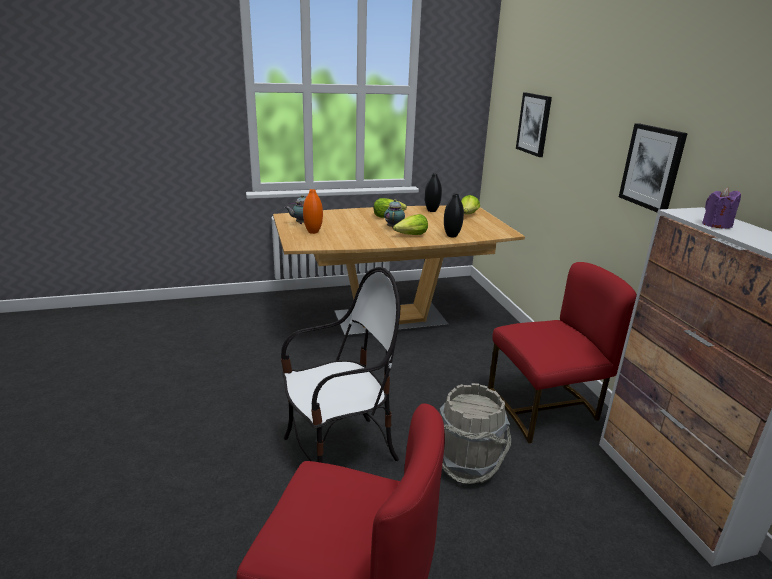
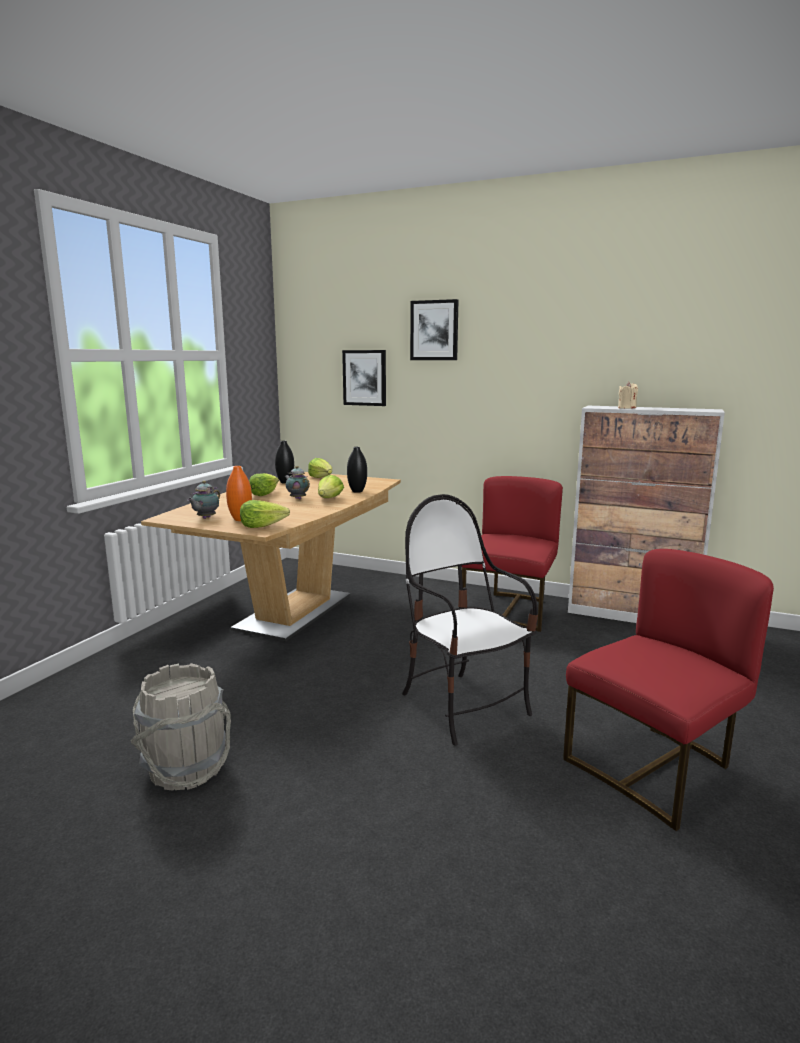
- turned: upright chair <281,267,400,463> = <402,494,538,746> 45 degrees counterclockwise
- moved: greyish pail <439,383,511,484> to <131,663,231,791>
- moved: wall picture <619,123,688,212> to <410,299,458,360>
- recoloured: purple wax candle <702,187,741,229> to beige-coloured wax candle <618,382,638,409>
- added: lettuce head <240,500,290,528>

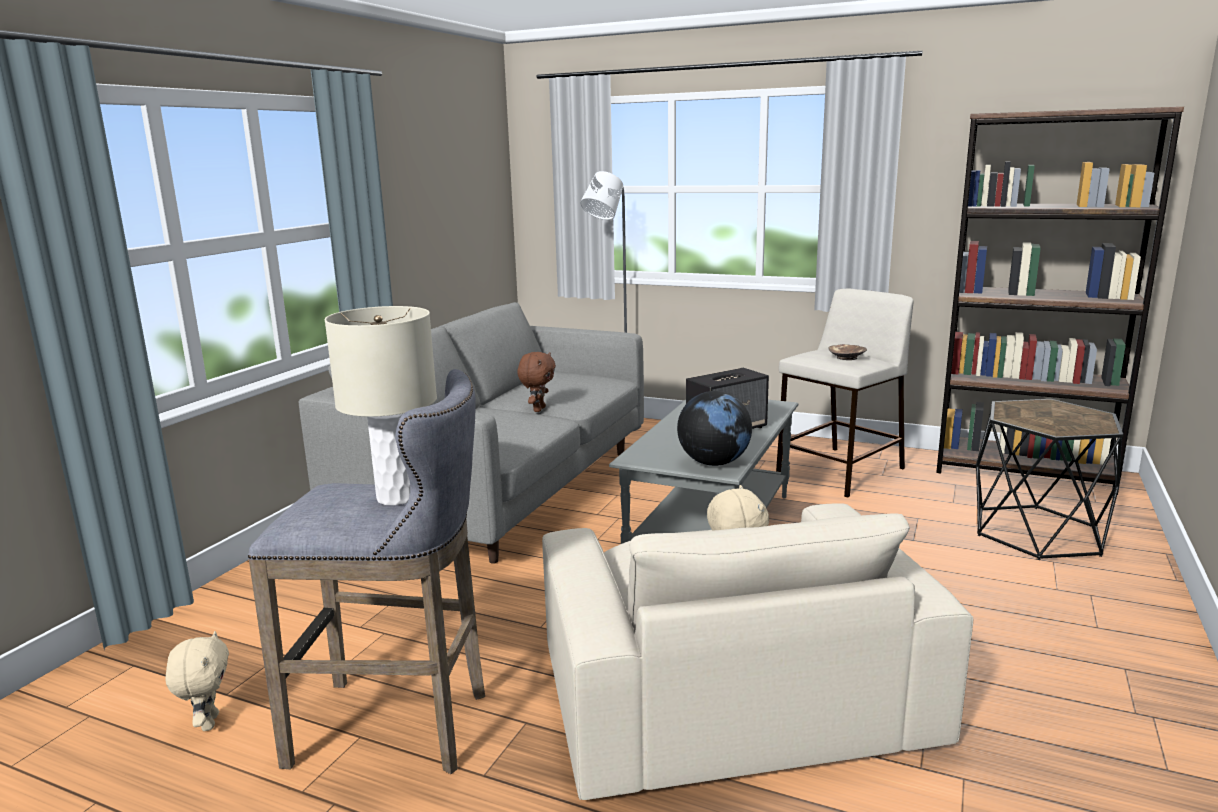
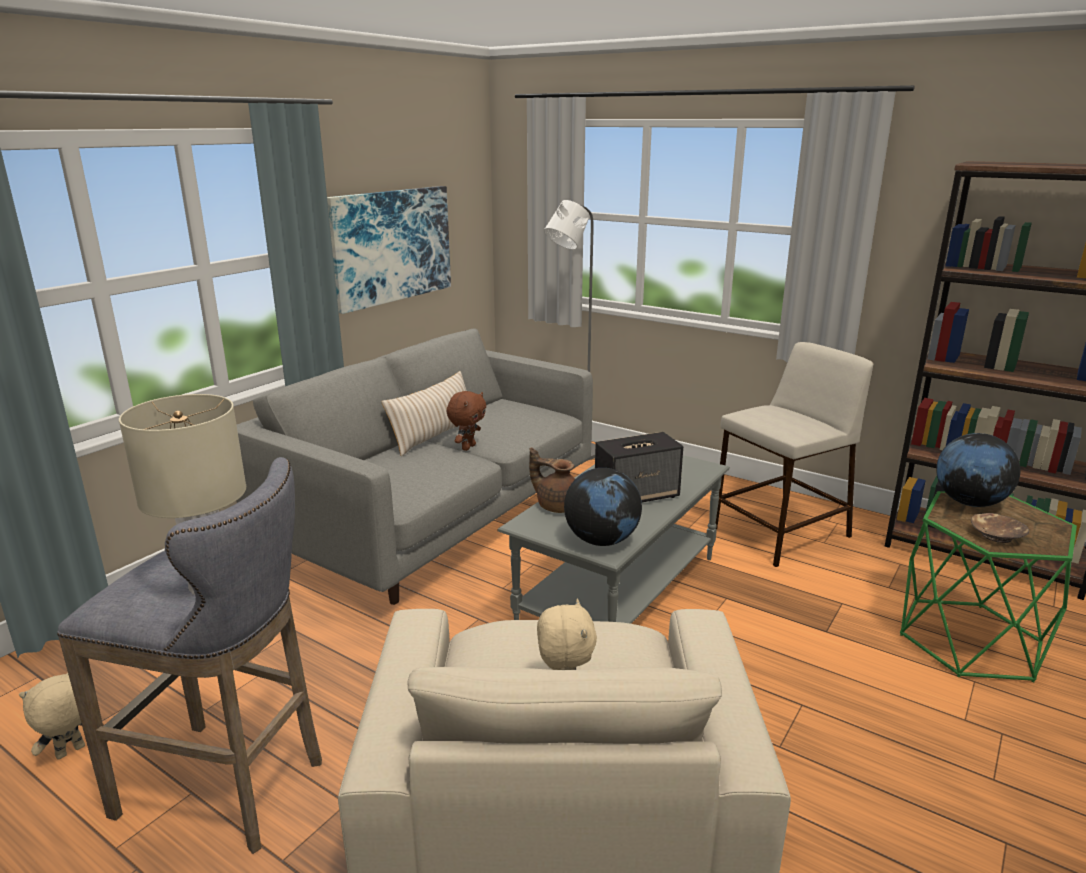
- turned: beige-coloured cuddly toy <165,631,229,731> = <19,673,85,760> 135 degrees counterclockwise
- moved: brownish serving bowl <828,344,867,360> to <971,513,1029,543>
- recoloured: blackish accent table <976,399,1123,560> to green-coloured accent table <900,491,1077,682>
- added: wall picture <327,186,451,314>
- added: beige-coloured throw pillow <381,371,467,456>
- added: brownish teapot <529,447,575,513>
- added: globe <936,433,1020,507>

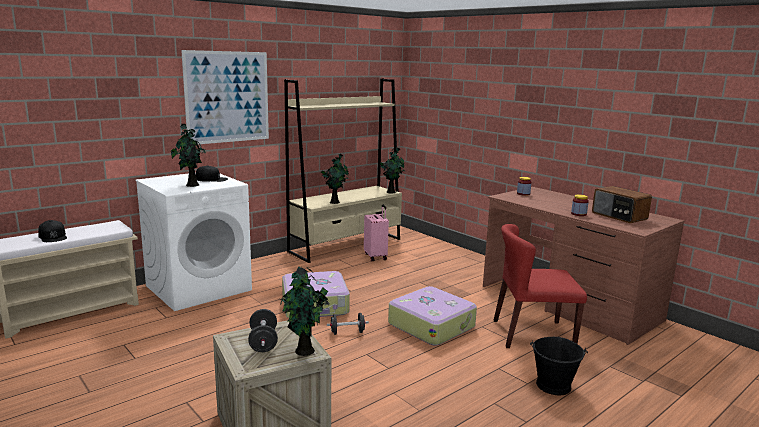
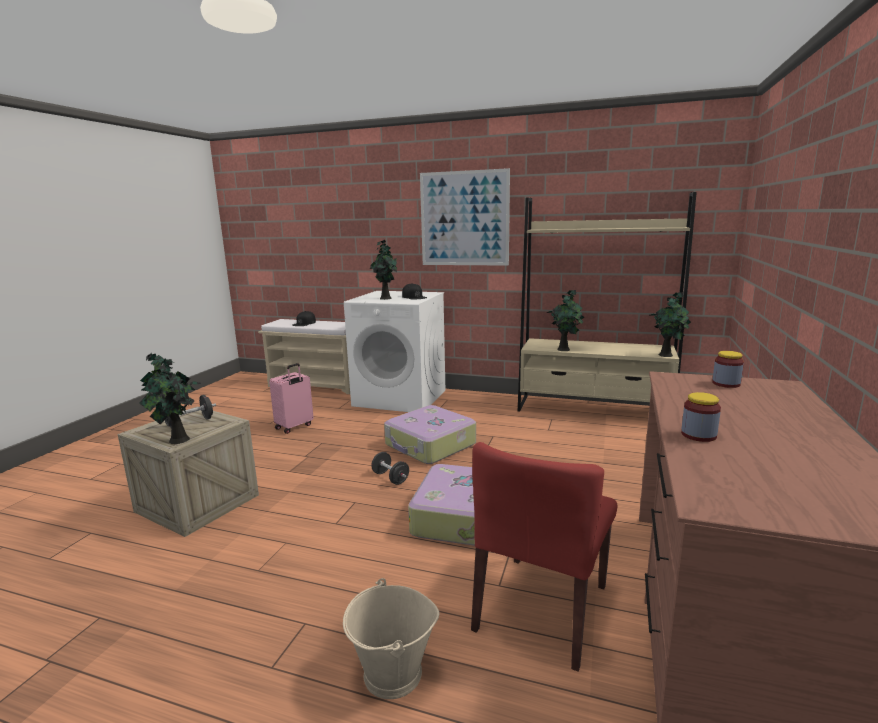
- moved: pinkish piece of luggage <364,205,389,261> to <269,363,314,434>
- turned: red-coloured upright chair <494,224,587,348> = <471,442,617,672> 120 degrees counterclockwise
- recoloured: blackish pail <530,337,588,395> to beige-coloured pail <343,578,439,699>
- removed: radio receiver <592,186,652,223>

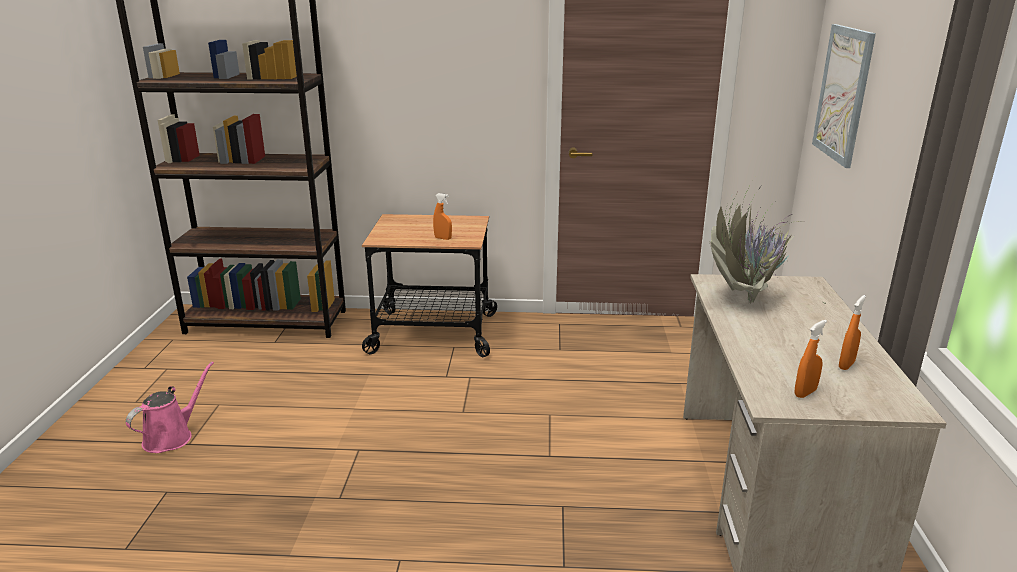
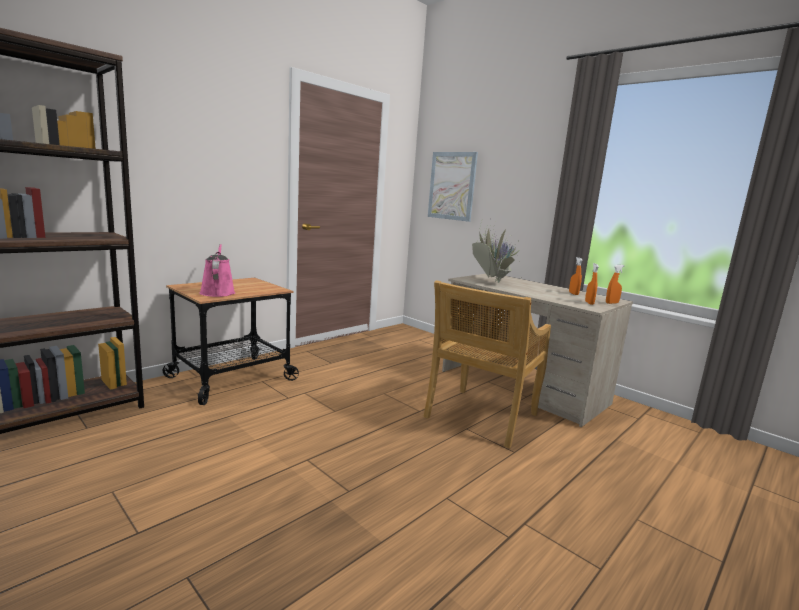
- moved: pinkish watering pot <126,361,214,453> to <199,244,235,297>
- moved: orange sprayer <433,193,452,240> to <606,265,625,304>
- added: beige-coloured upright chair <423,280,551,448>

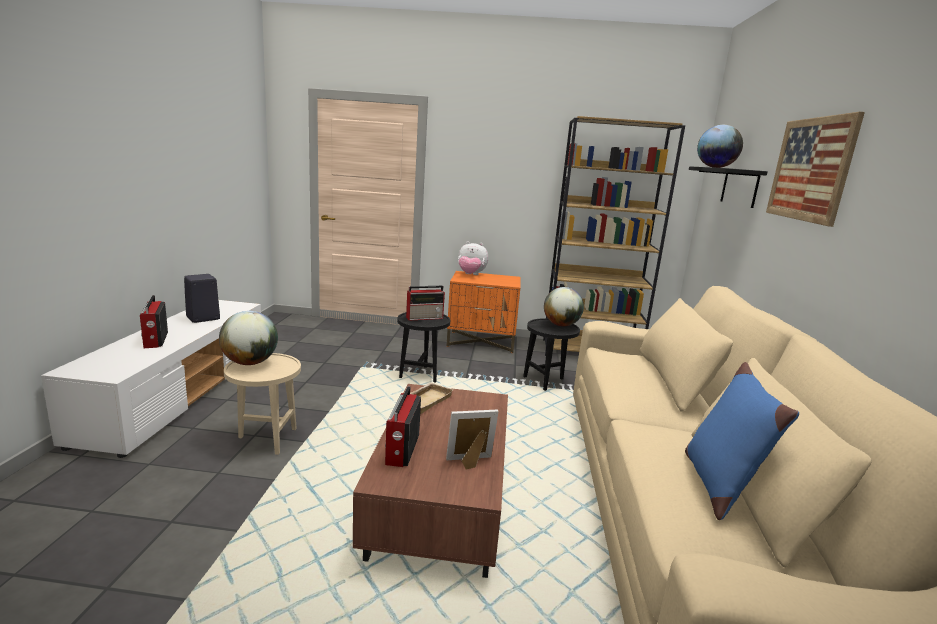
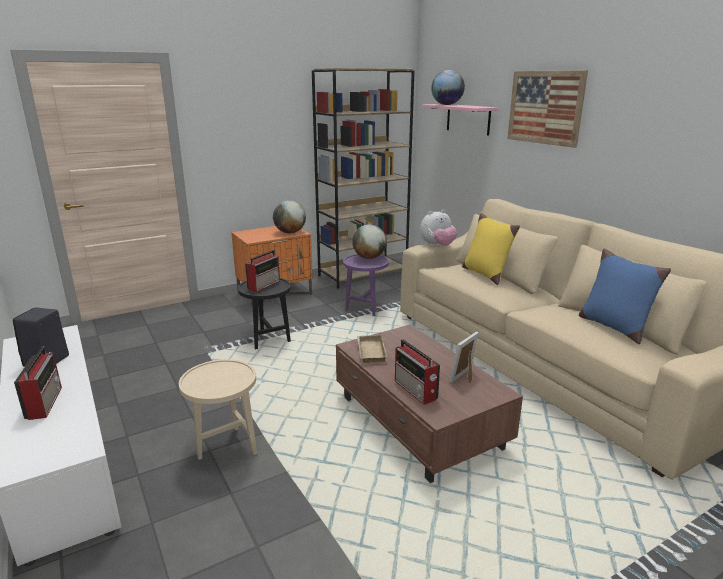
- turned: radio receiver <140,295,168,348> = <14,346,62,420> 135 degrees counterclockwise
- moved: globe <219,311,278,365> to <273,200,306,233>
- moved: cuddly toy <458,241,488,275> to <420,210,457,246>
- recoloured: blackish accent table <523,318,580,391> to purple accent table <343,254,389,316>
- recoloured: blackish shelf <689,166,768,208> to pinkish shelf <421,104,499,135>
- added: yellow throw pillow <462,213,520,285>

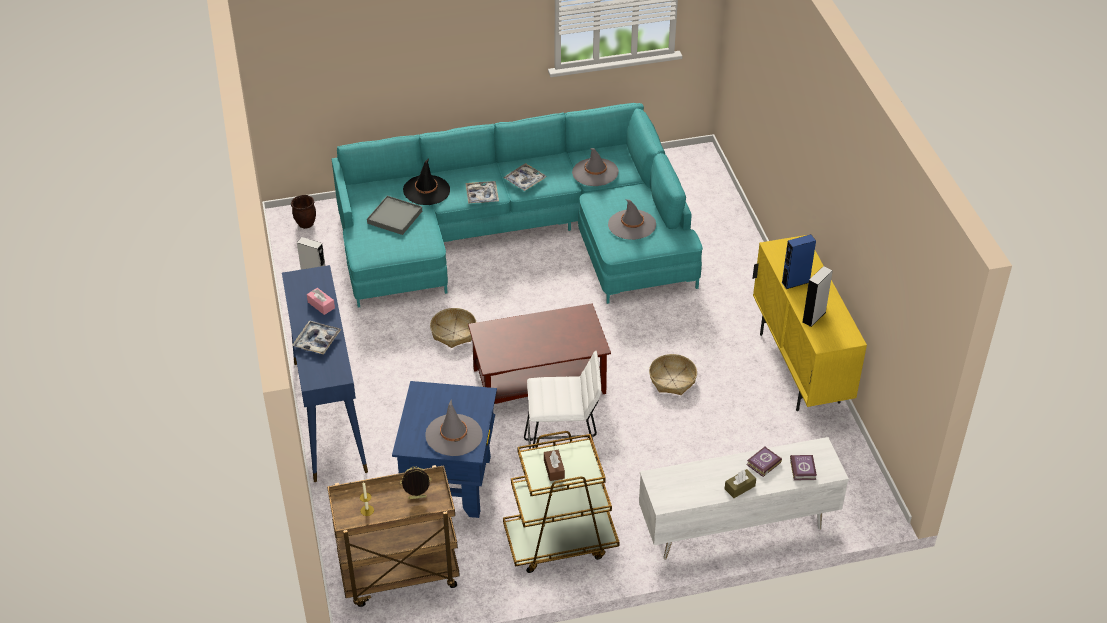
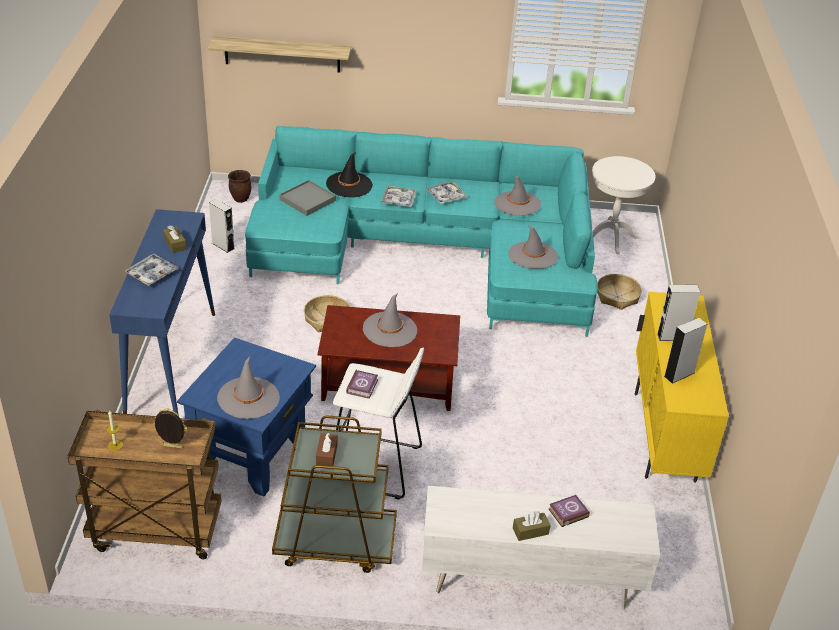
- recoloured: pinkish box of tissues <307,288,335,315> to brownish box of tissues <163,225,186,253>
- moved: household basket <649,354,697,395> to <597,274,642,310>
- recoloured: blue-coloured speaker <781,234,816,289> to greyish speaker <657,285,700,341>
- moved: book <790,455,817,481> to <346,370,378,399>
- added: shelf <208,36,351,73>
- added: greyish wearable hat <363,293,417,347>
- added: white accent table <592,156,655,254>

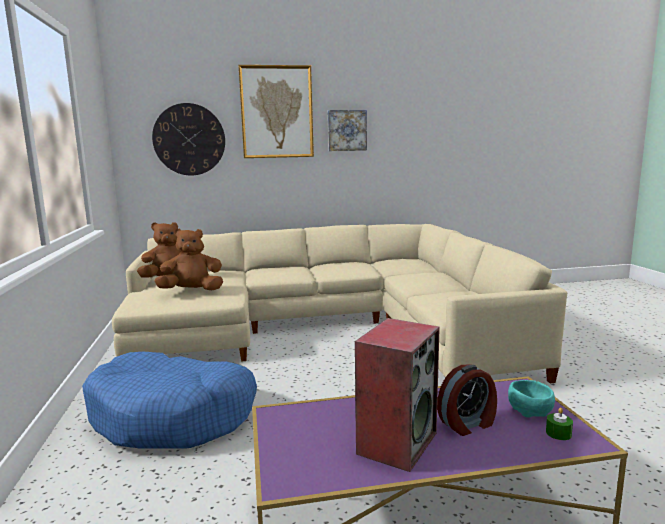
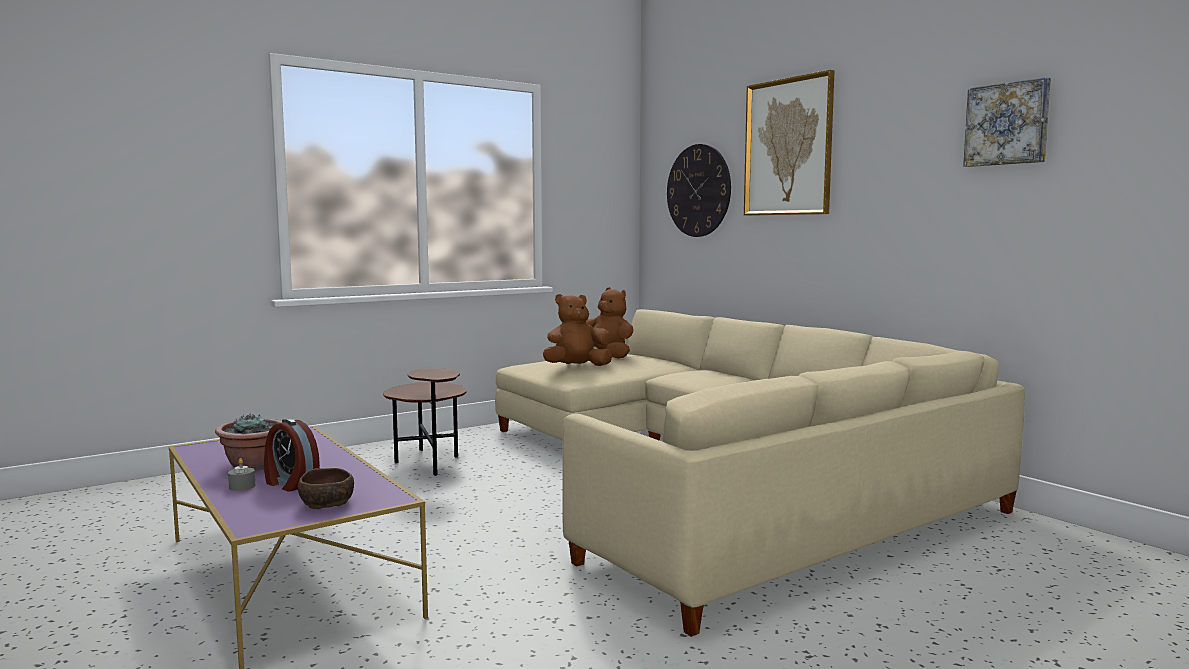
- replaced: blue-coloured dog cushion <82,352,257,449> to brownish accent table <383,369,467,476>
- turned: brownish cuddly toy <154,229,223,290> = <543,294,612,366> 75 degrees counterclockwise
- moved: wall picture <328,110,367,151> to <963,77,1051,167>
- replaced: speaker <355,318,440,472> to houseplant <215,413,282,471>
- recoloured: turquoise-coloured serving bowl <508,380,555,417> to brownish serving bowl <298,468,354,509>
- removed: green-coloured wax candle <546,408,573,440>
- added: greyish wax candle <228,458,255,491>

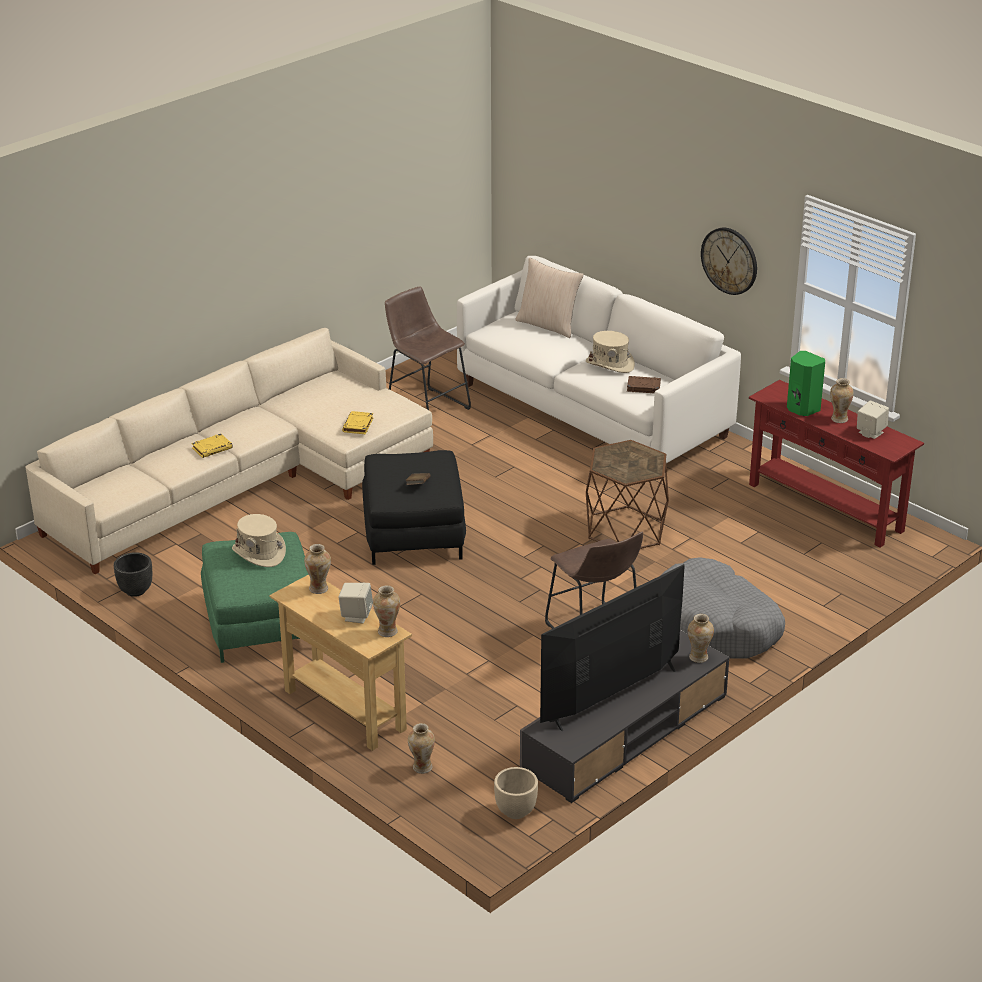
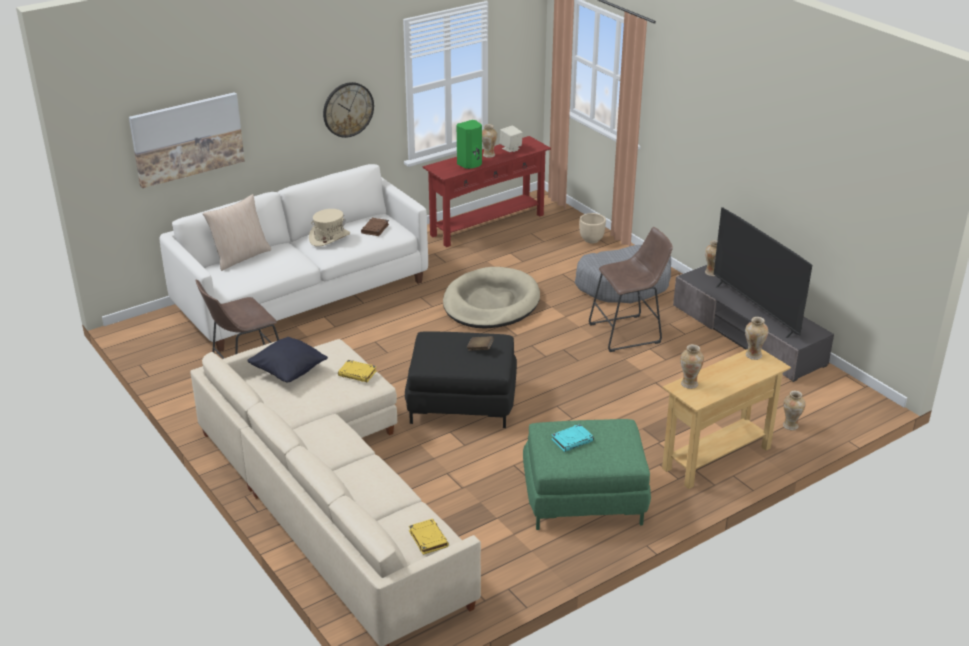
- removed: blackish planter <114,552,152,597>
- moved: yellow book <191,434,233,458> to <409,519,449,555>
- replaced: beige-coloured wearable hat <232,514,286,567> to turquoise-coloured book <551,424,594,452>
- removed: beige-coloured speaker <338,583,373,623>
- moved: beige-coloured planter <494,767,538,819> to <579,213,606,244>
- replaced: brownish accent table <586,440,669,549> to beige-coloured dog cushion <443,267,540,328>
- added: wall picture <129,92,245,188>
- added: blackish throw pillow <247,337,328,383>

